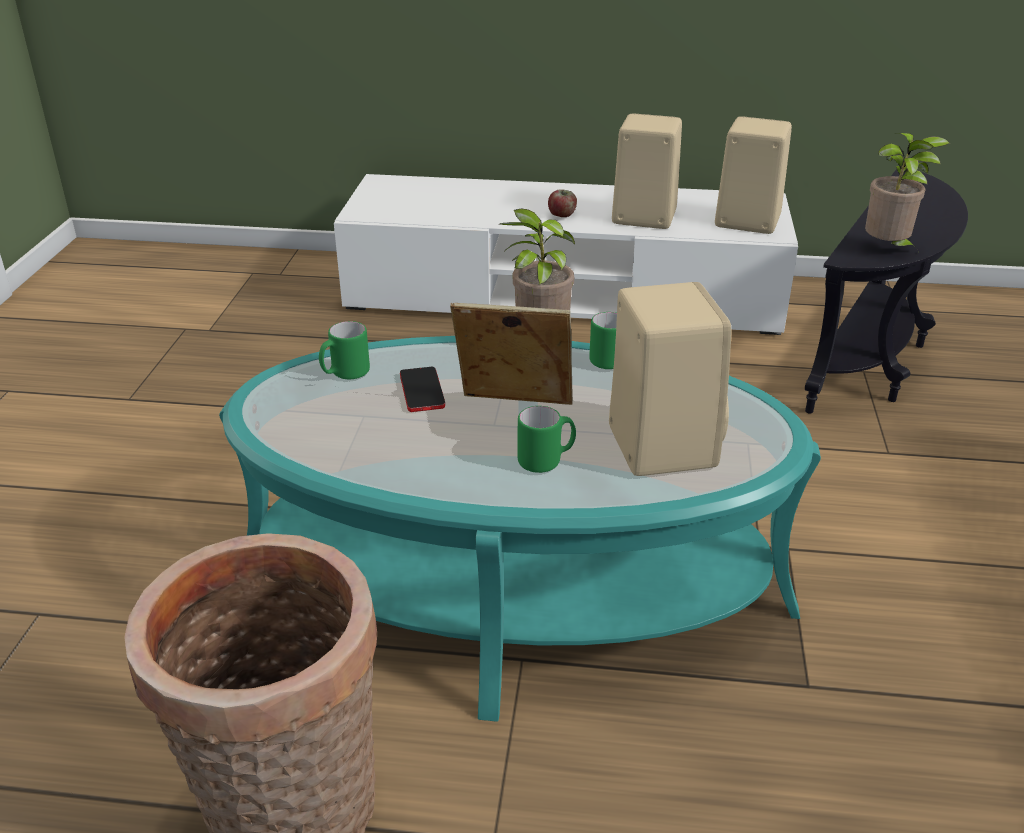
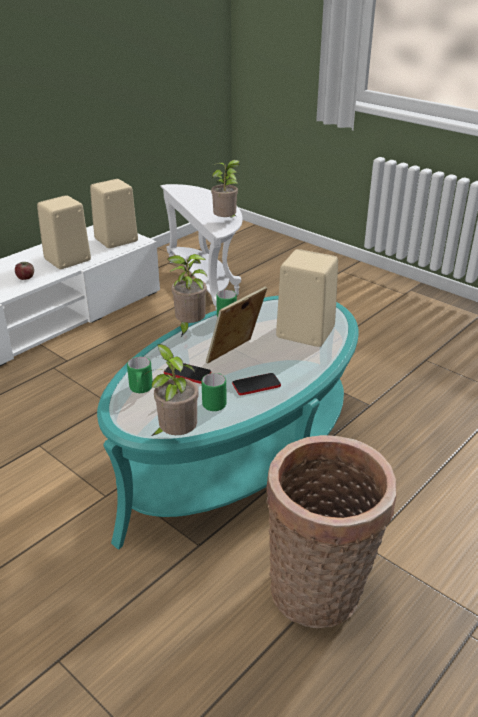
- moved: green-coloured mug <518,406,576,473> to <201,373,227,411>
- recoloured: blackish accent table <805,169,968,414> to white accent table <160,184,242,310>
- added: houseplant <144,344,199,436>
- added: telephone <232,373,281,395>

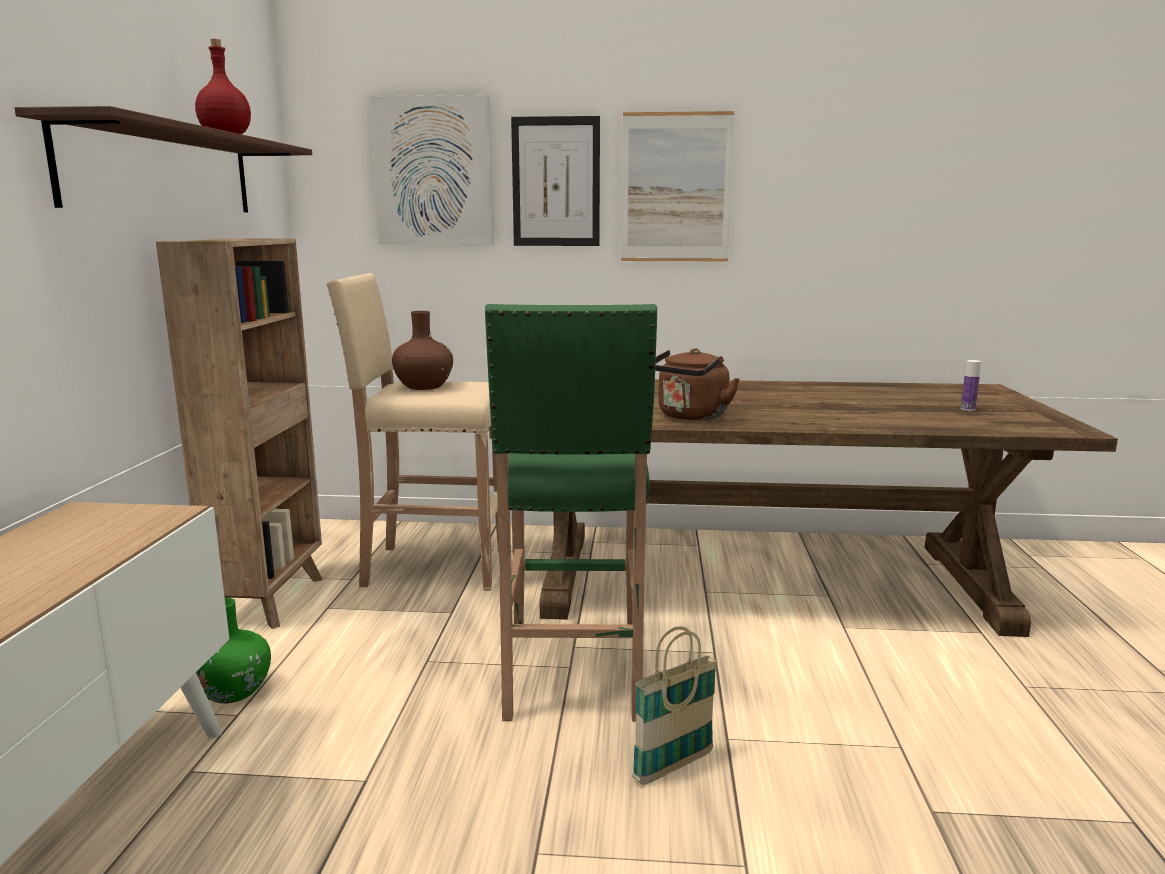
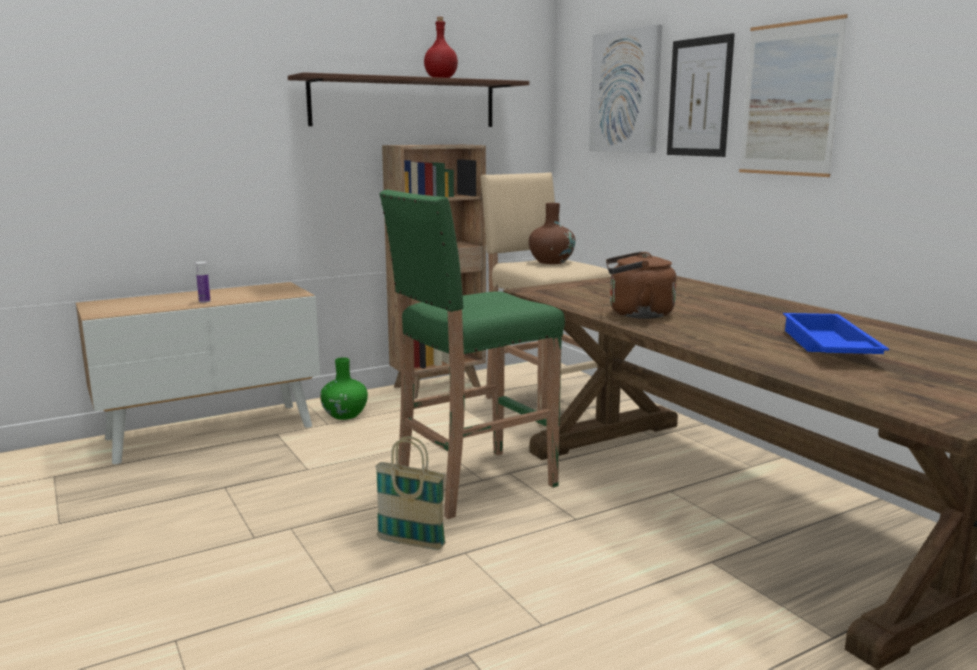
- moved: drink bottle <961,360,981,411> to <196,262,211,303>
- added: blue-coloured tray <783,313,889,354>

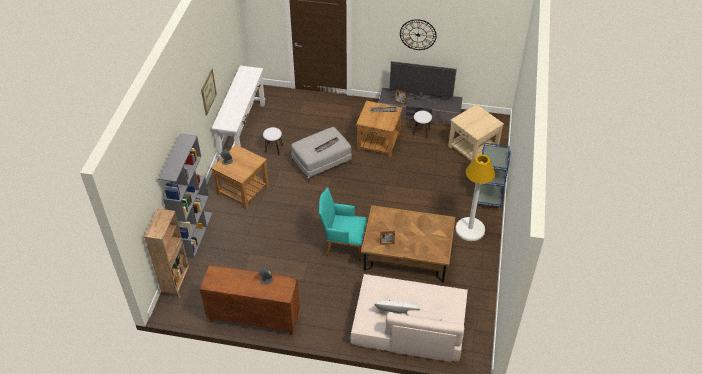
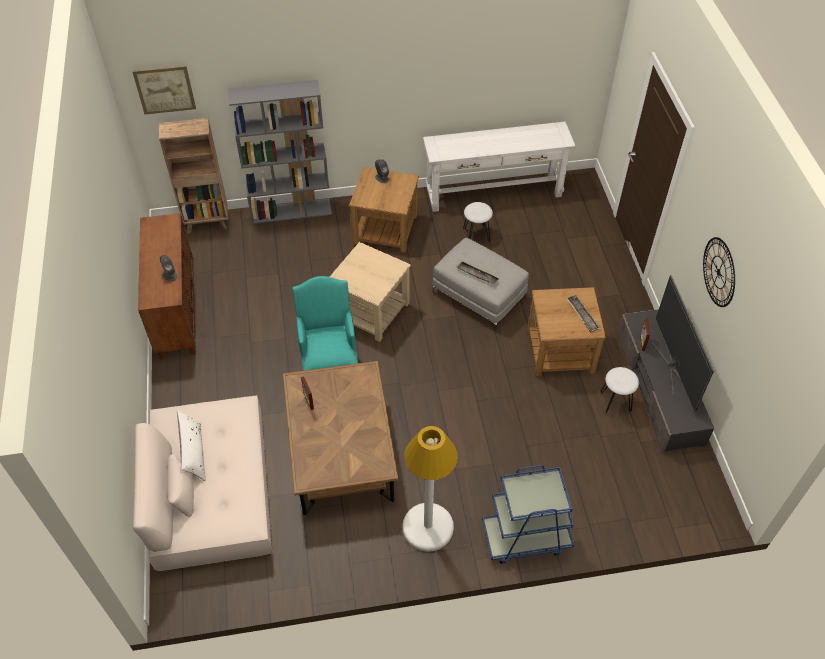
- moved: wall picture <201,68,217,116> to <132,66,196,114>
- moved: beige-coloured accent table <448,104,504,162> to <330,242,411,342>

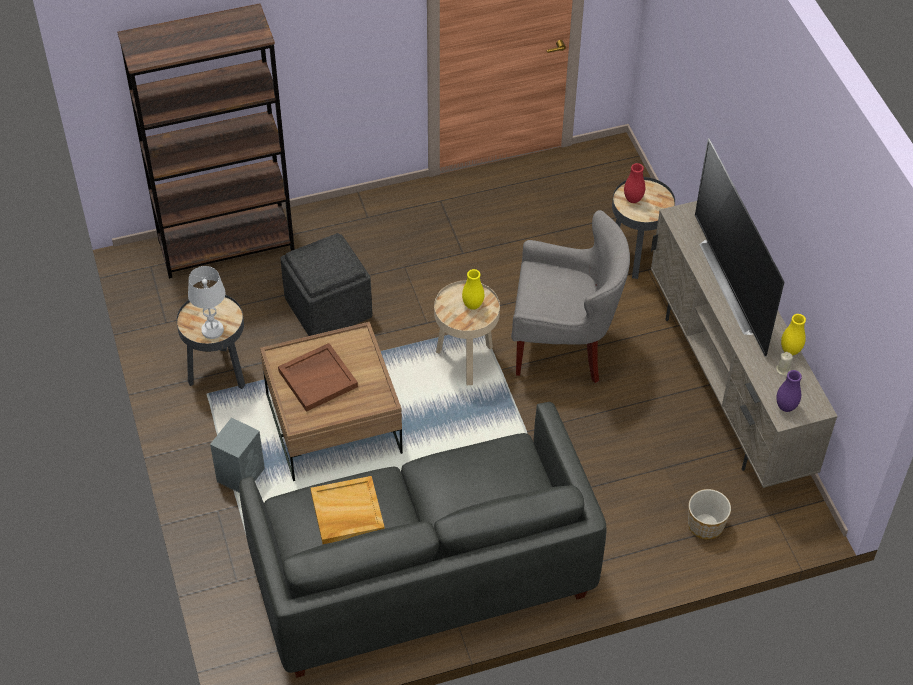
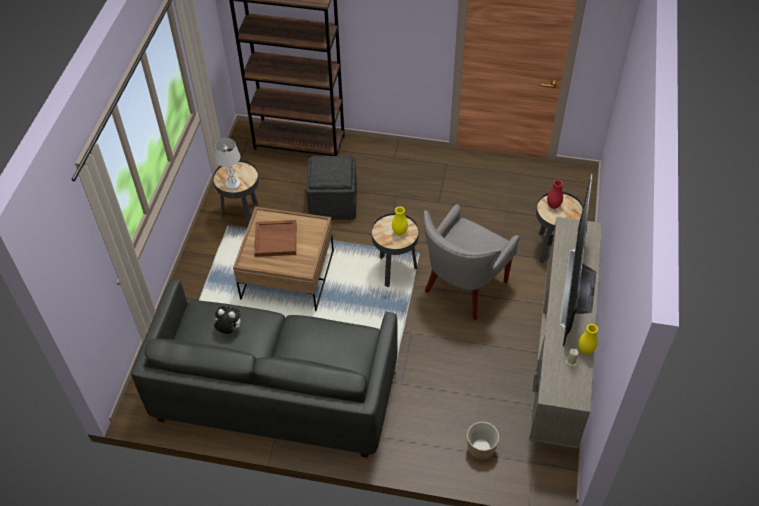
- removed: greyish speaker <210,417,265,493>
- replaced: beige-coloured tray <310,476,385,544> to cuddly toy <214,306,241,334>
- recoloured: beige-coloured accent table <434,280,500,385> to blackish accent table <371,213,419,287>
- turned: greyish lounge chair <511,210,630,383> = <424,204,519,320> 90 degrees clockwise
- removed: purple vase <776,370,802,412>

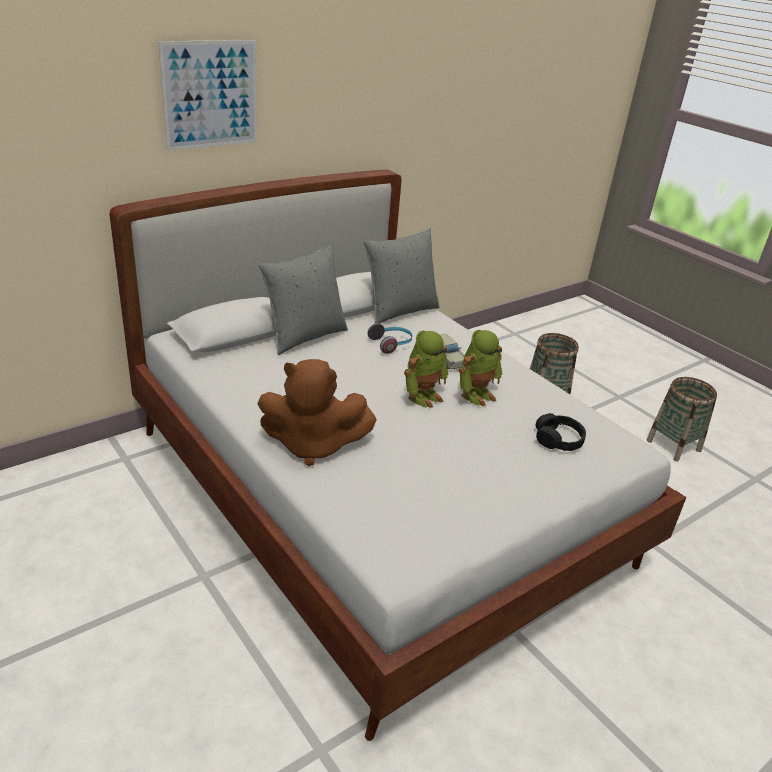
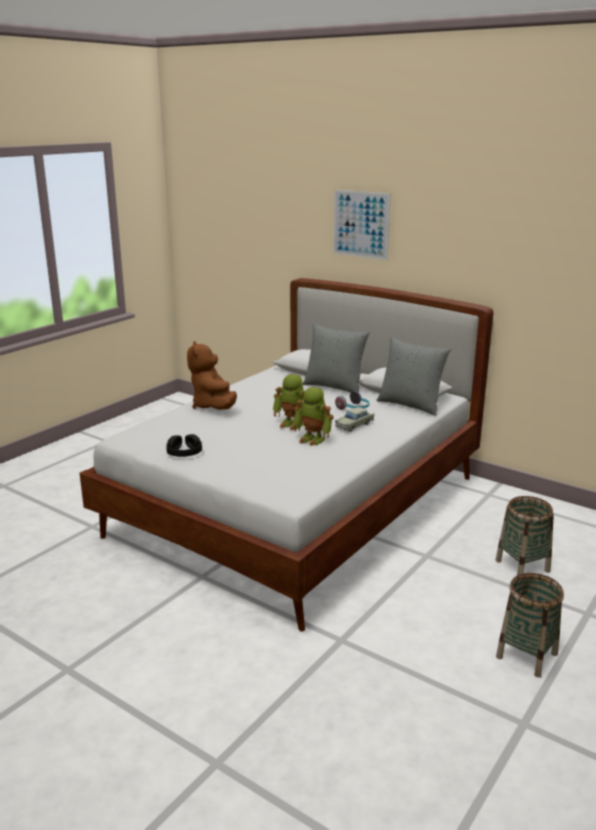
- moved: blackish headphones <536,413,586,451> to <166,434,202,457>

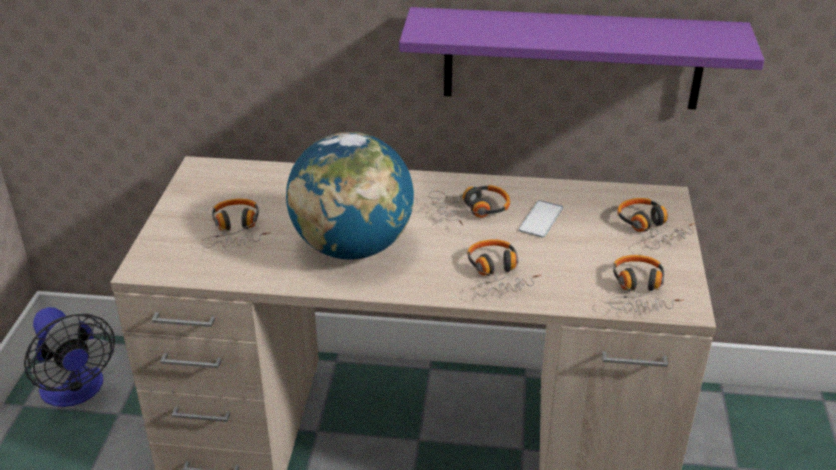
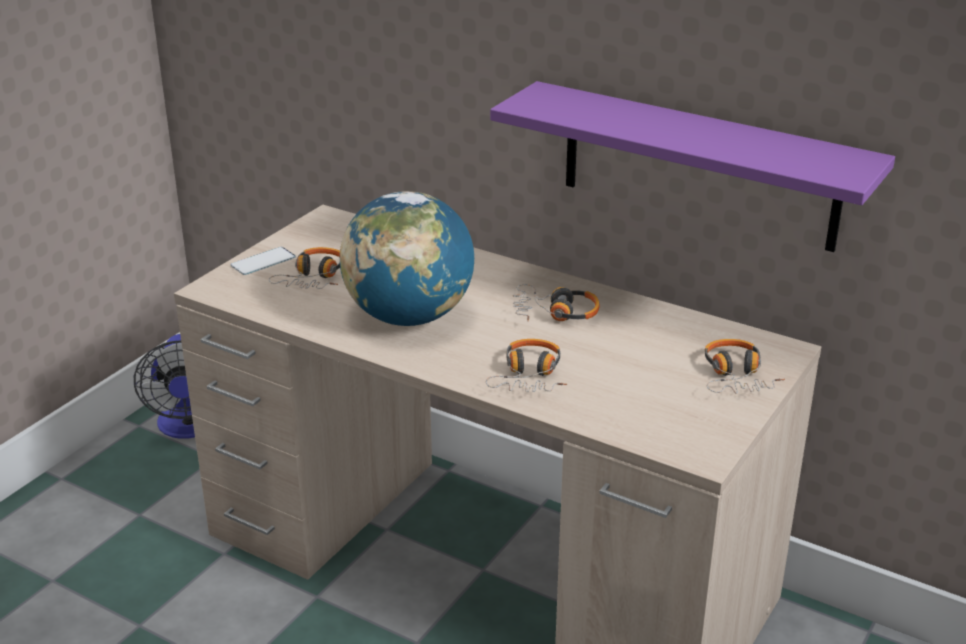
- moved: telephone <519,200,563,237> to <230,247,296,275>
- removed: headphones <609,255,684,312>

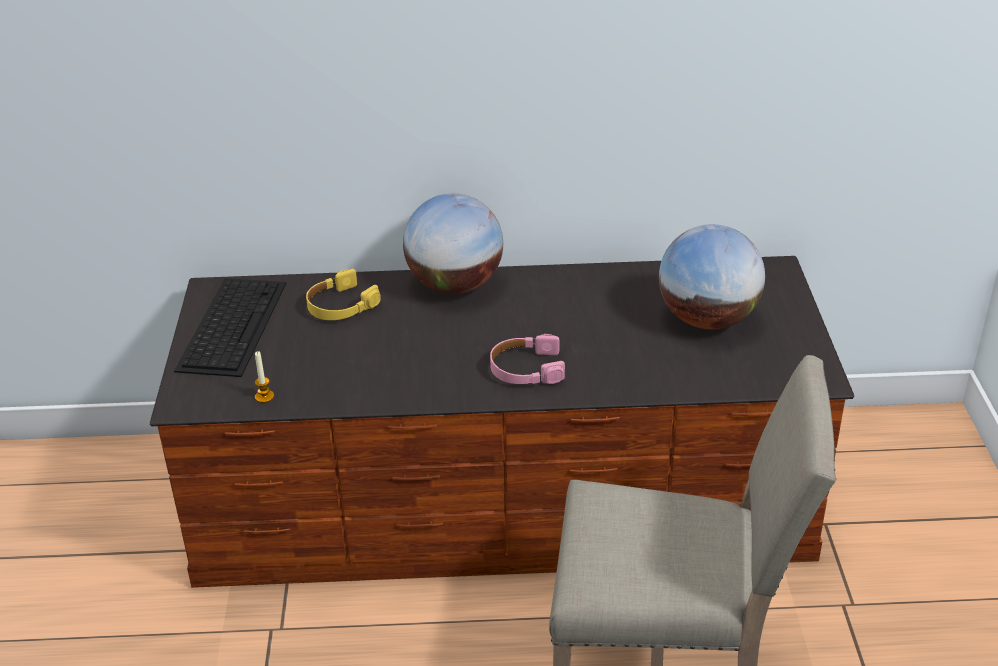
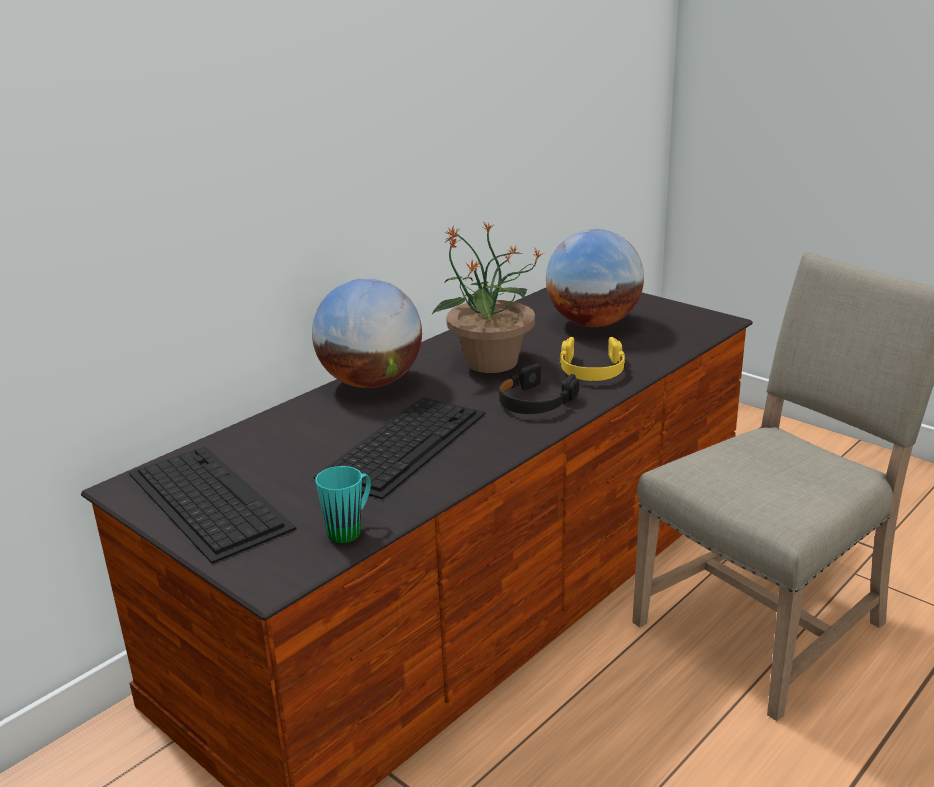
- replaced: wax candle <255,351,274,403> to turquoise-coloured mug <315,466,371,543>
- moved: yellow headphones <306,269,381,320> to <560,337,625,381>
- recoloured: pinkish headphones <490,334,565,384> to blackish headphones <499,364,579,414>
- added: PC keyboard <314,397,486,499>
- added: houseplant <431,221,544,373>

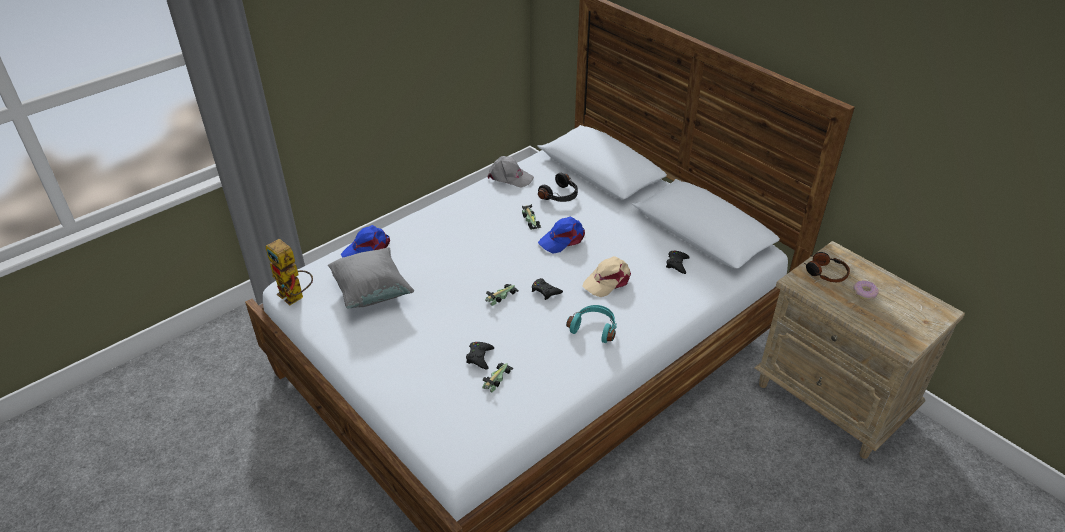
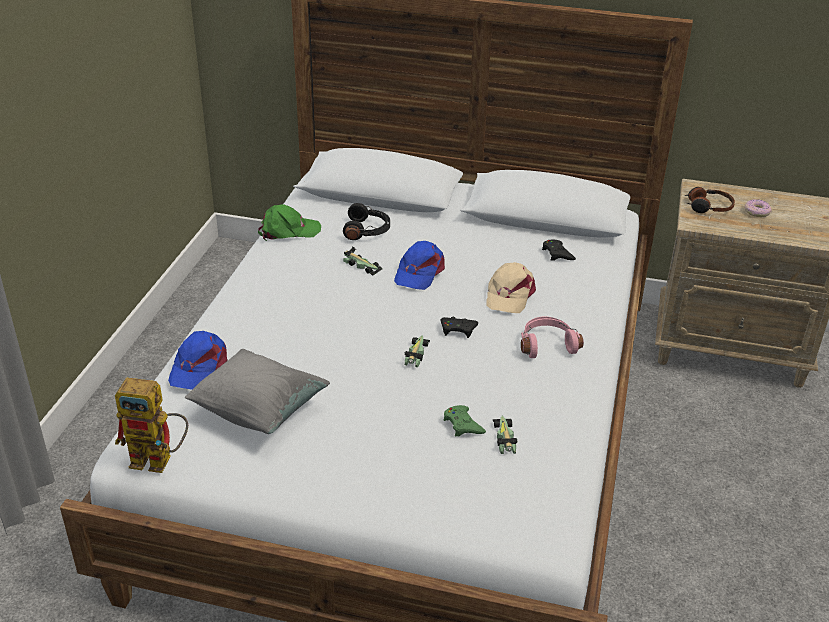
- recoloured: blackish gamepad <466,342,494,369> to green-coloured gamepad <443,405,486,437>
- recoloured: greyish peaked cap <488,156,534,188> to green-coloured peaked cap <258,204,321,241>
- recoloured: turquoise-coloured headphones <566,305,617,343> to pinkish headphones <521,317,584,358>

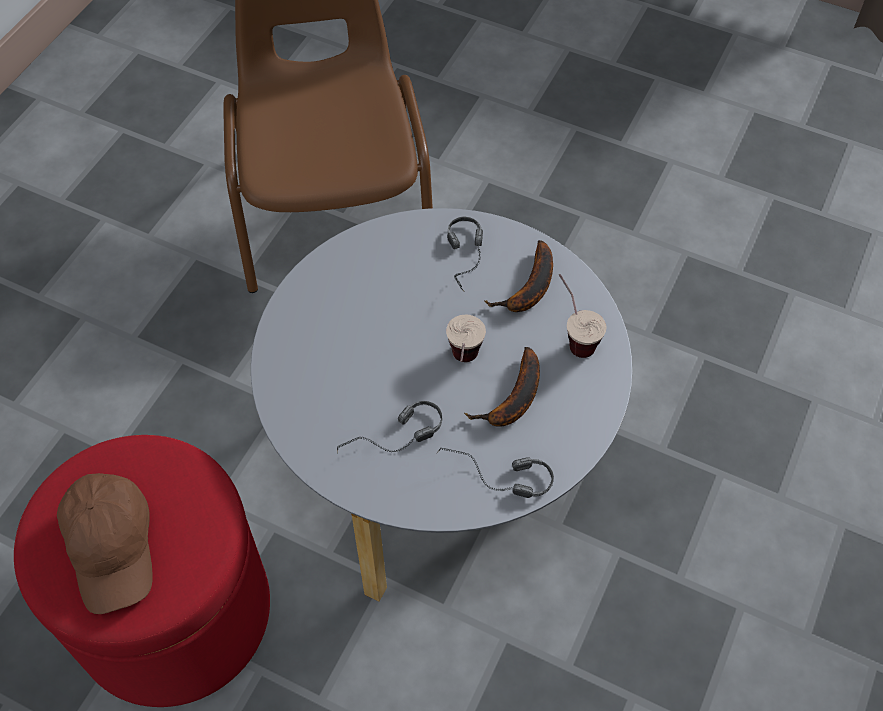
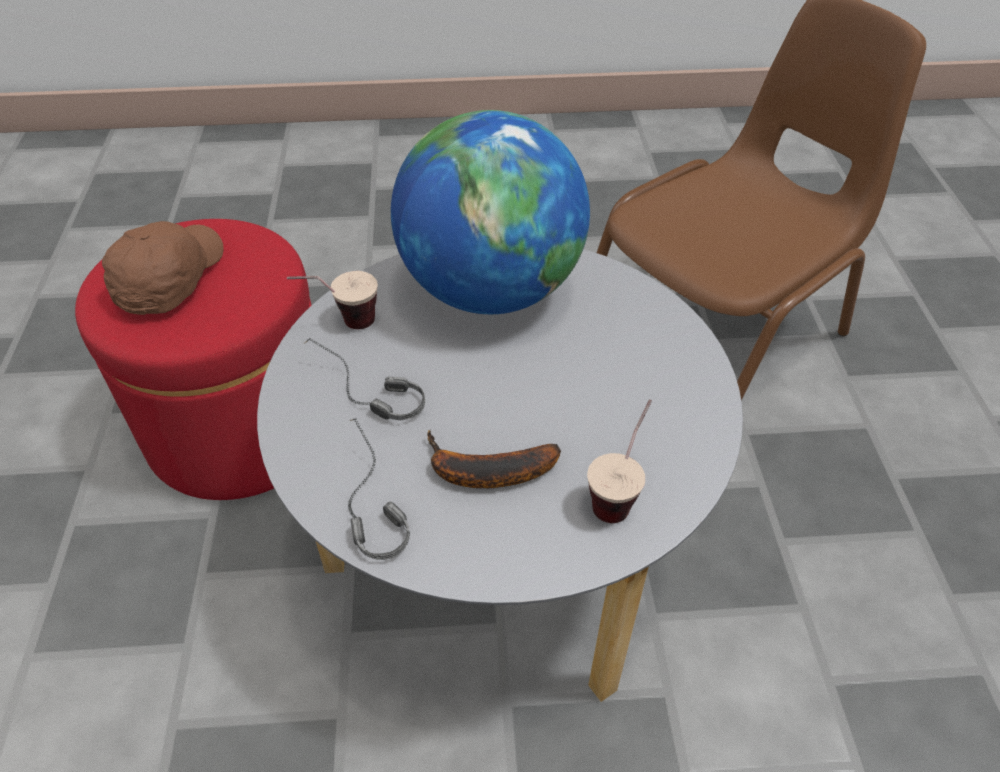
- turned: brownish peaked cap <57,473,152,614> = <102,221,224,315> 150 degrees clockwise
- moved: drinking cup <446,314,486,362> to <287,271,378,329>
- removed: headphones <447,217,483,292>
- removed: whole banana <484,240,553,312>
- added: globe <391,110,590,314>

